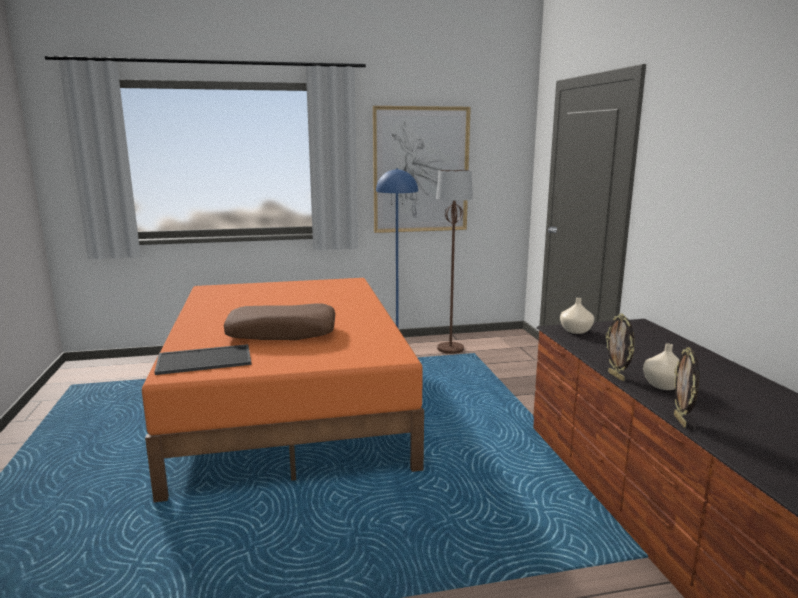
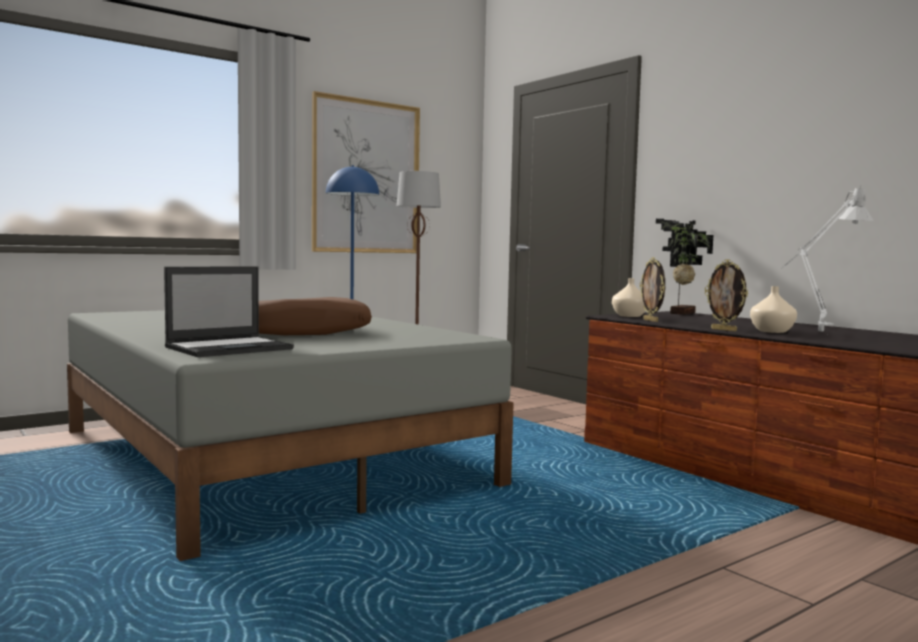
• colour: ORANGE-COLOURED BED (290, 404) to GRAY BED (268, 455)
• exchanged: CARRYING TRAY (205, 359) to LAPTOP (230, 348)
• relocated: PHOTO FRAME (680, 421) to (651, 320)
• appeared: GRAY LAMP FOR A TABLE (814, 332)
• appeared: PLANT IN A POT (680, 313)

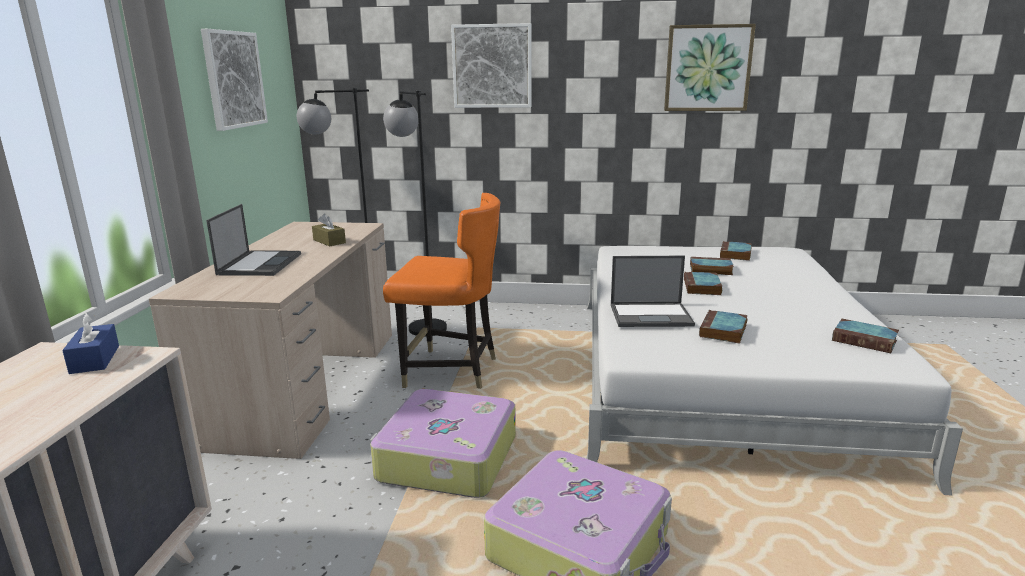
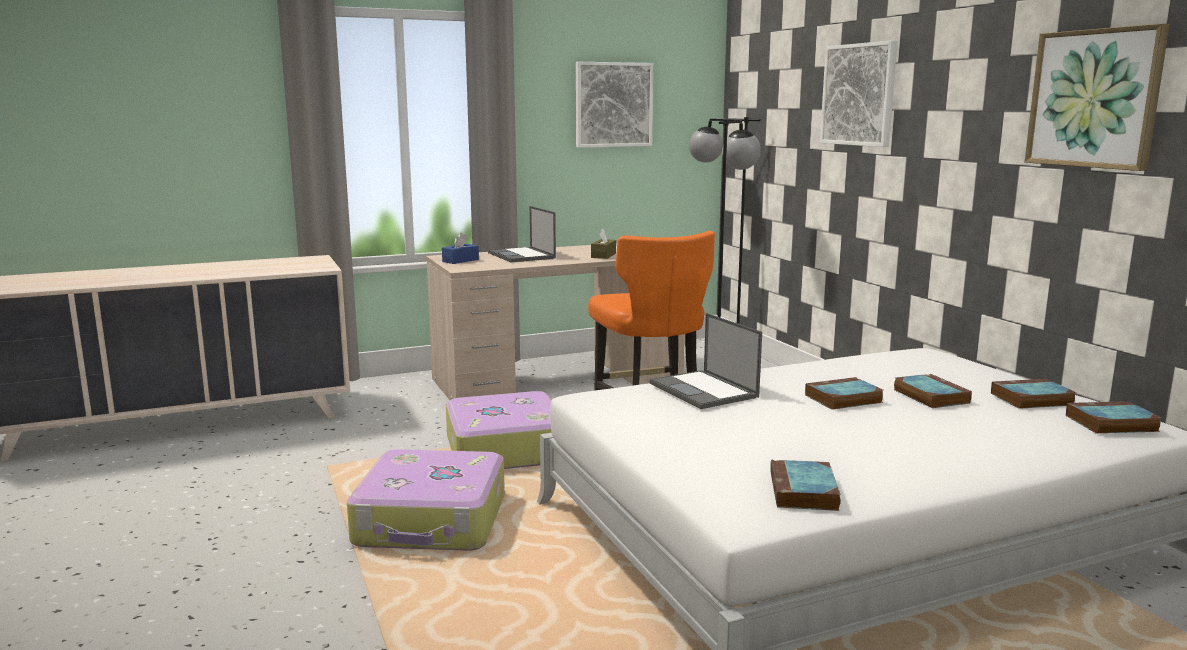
• spun: LAPTOP (260, 264) = (522, 256) 90 degrees clockwise
• relocated: BOUND BOOK (723, 331) to (1110, 423)
• relocated: BLUE TISSUE BOX (95, 359) to (460, 260)

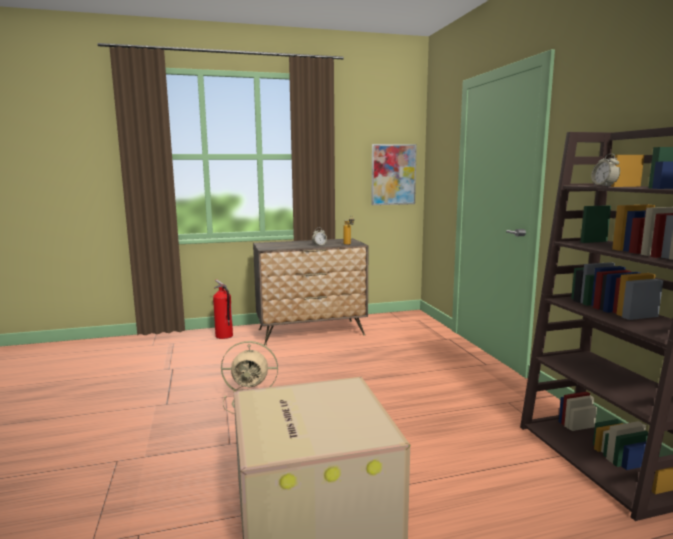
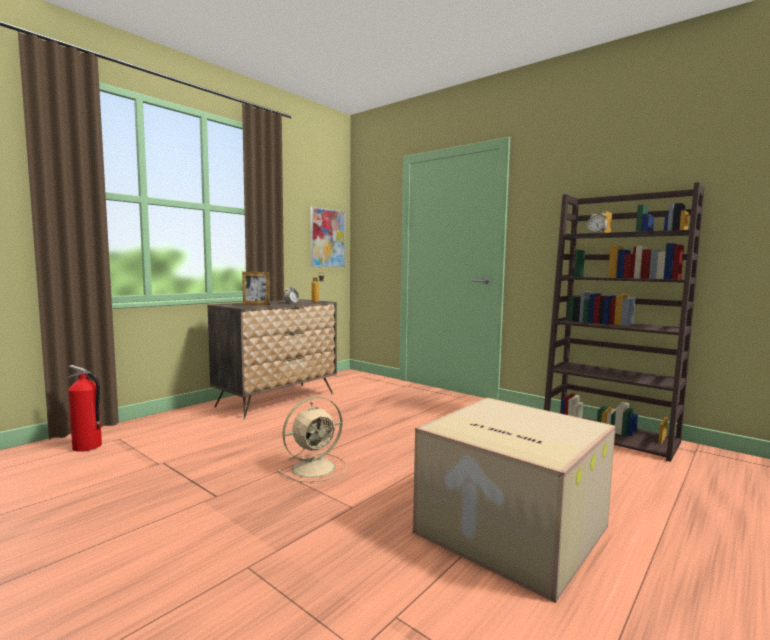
• relocated: EXTINGUISHER (224, 336) to (87, 447)
• appeared: PHOTO FRAME (256, 304)

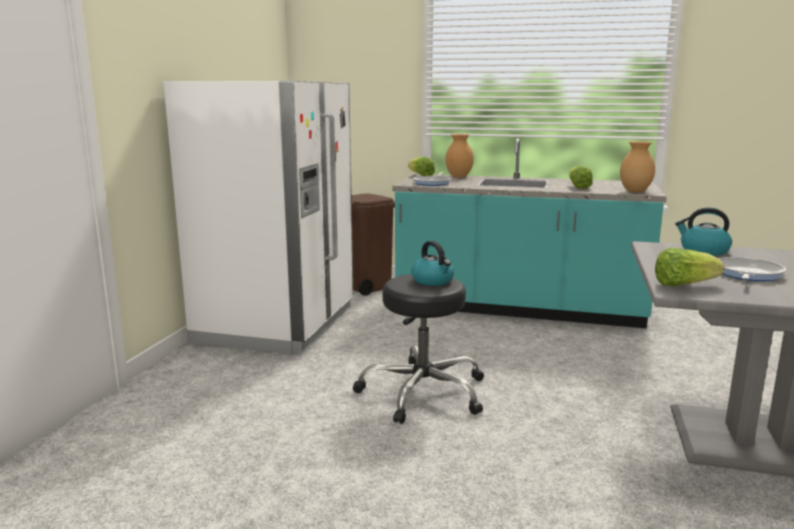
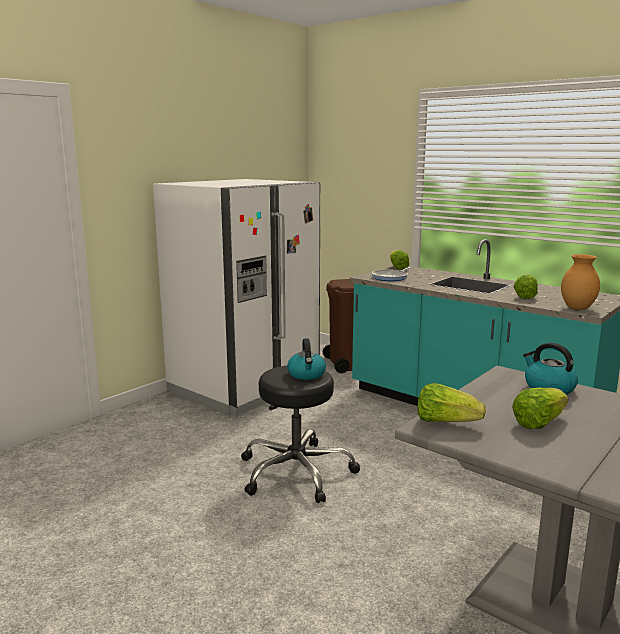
• missing: BROWNISH FLOWER VASE (458, 177)
• exchanged: SKILLET (747, 274) to HEAD OF LETTUCE (538, 423)

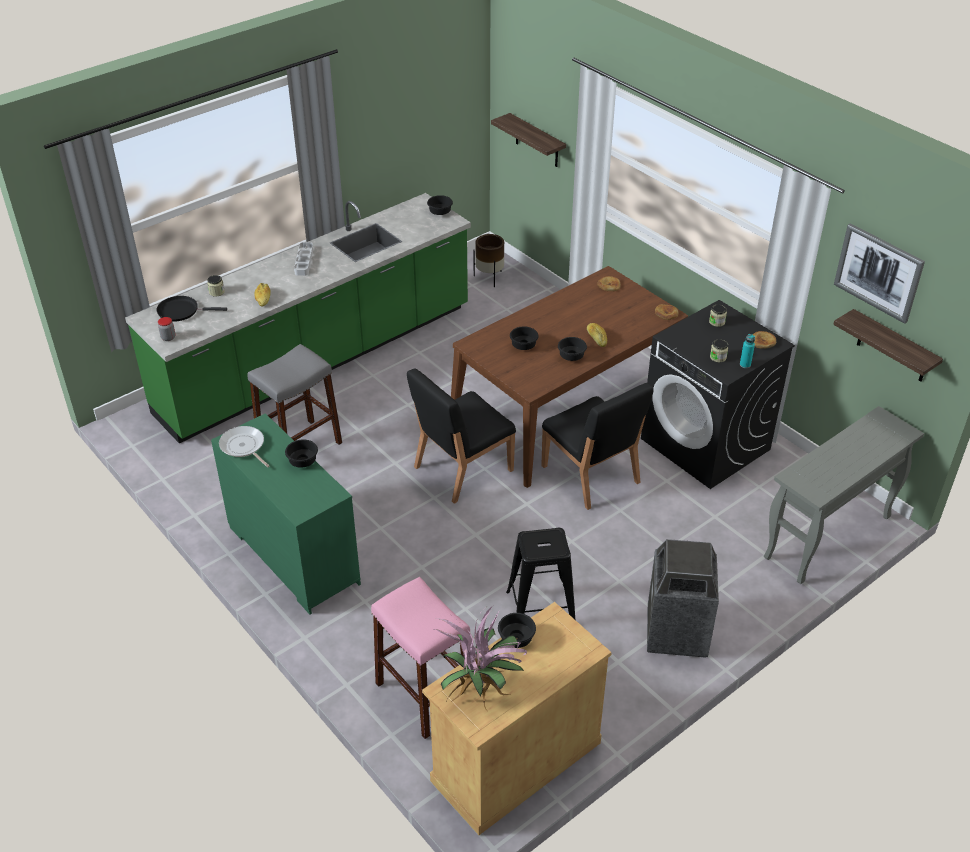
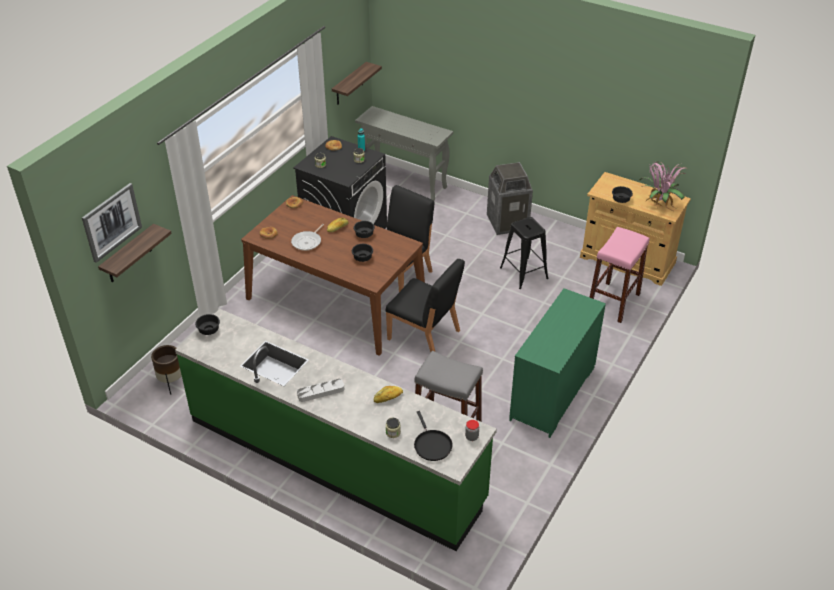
• relocated: WALL ART (878, 272) to (111, 222)
• relocated: SKILLET (243, 447) to (307, 242)
• missing: BLACKISH SERVING BOWL (302, 462)

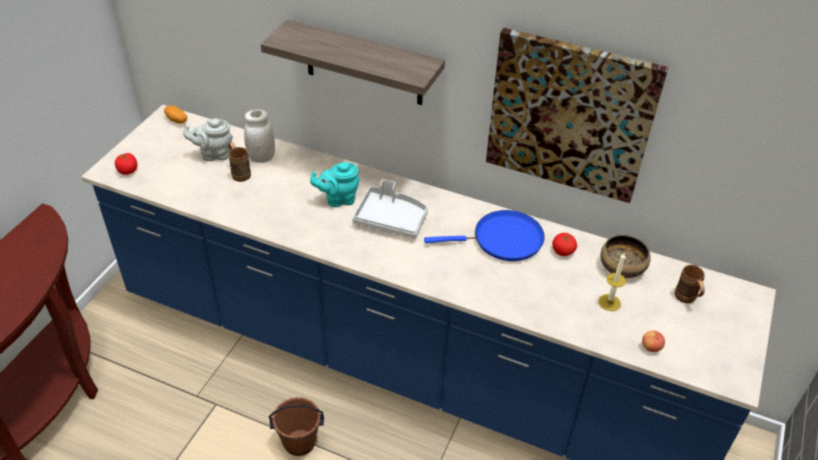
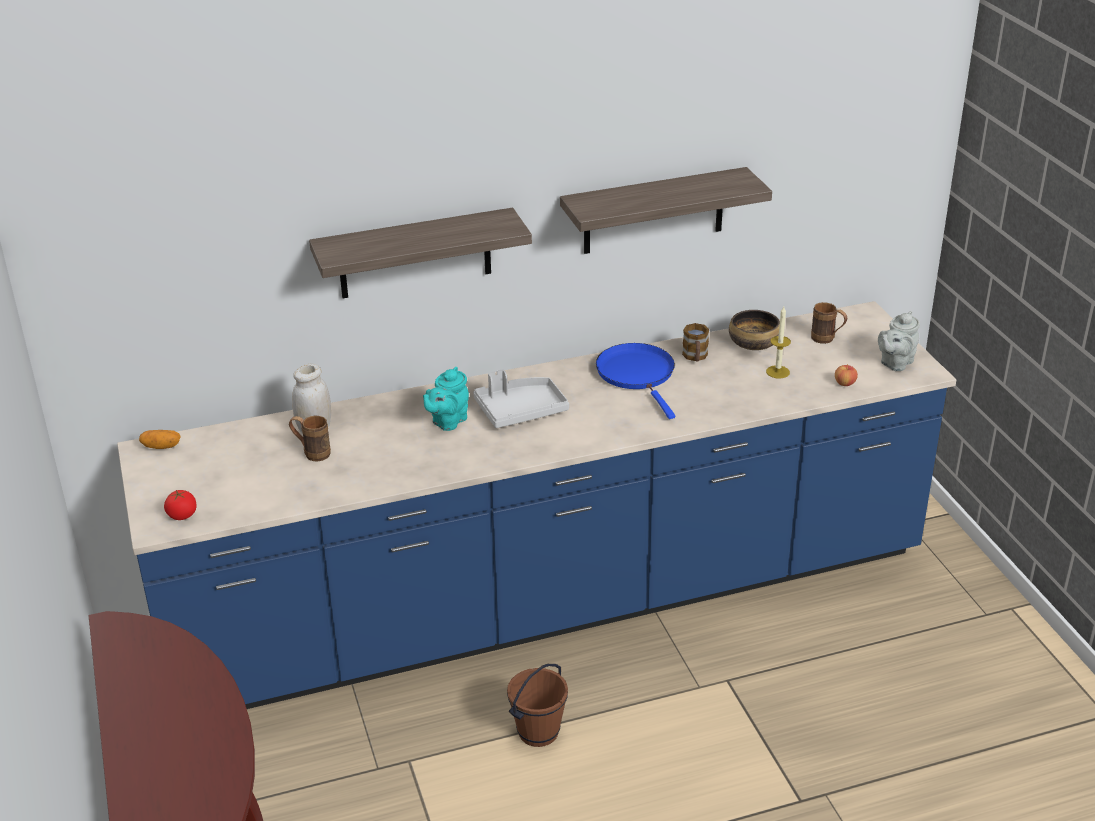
• exchanged: WALL ART (570, 115) to WALL SHELF (653, 211)
• relocated: GRAY TEA POT (214, 154) to (895, 363)
• spun: BLUE SKILLET (503, 240) = (637, 374) 60 degrees counterclockwise
• exchanged: FRESH TOMATO (562, 251) to MUG (695, 357)

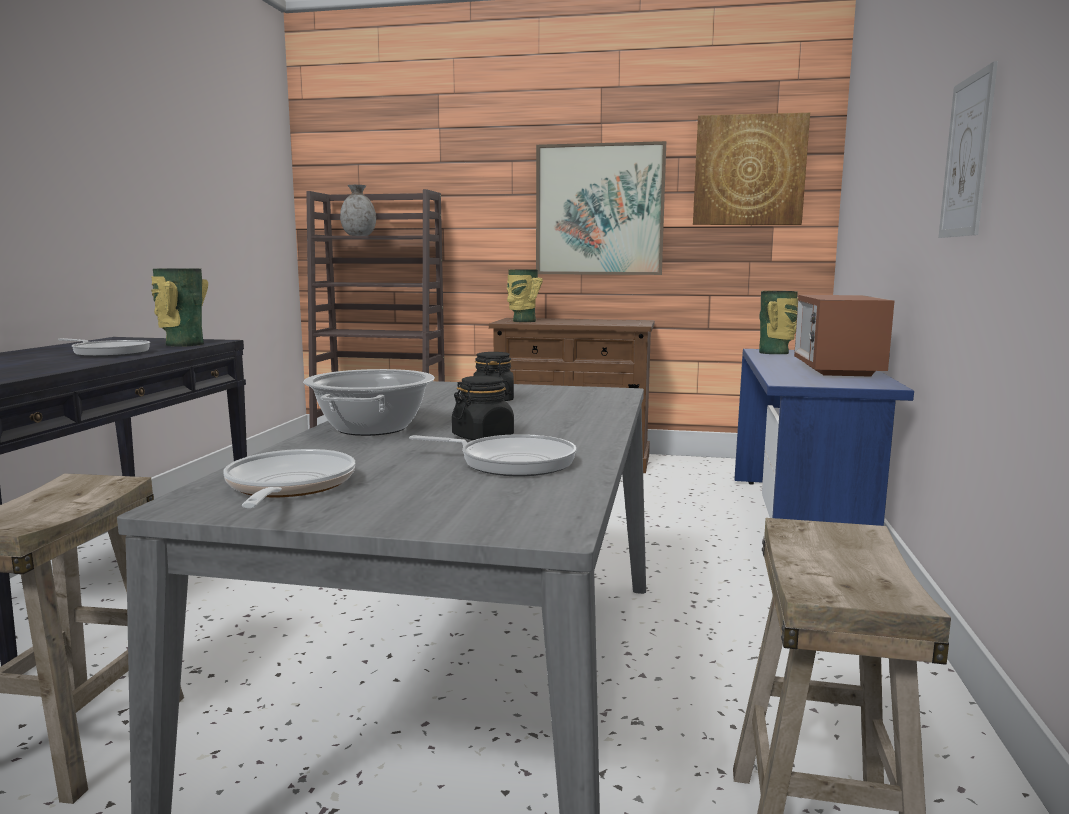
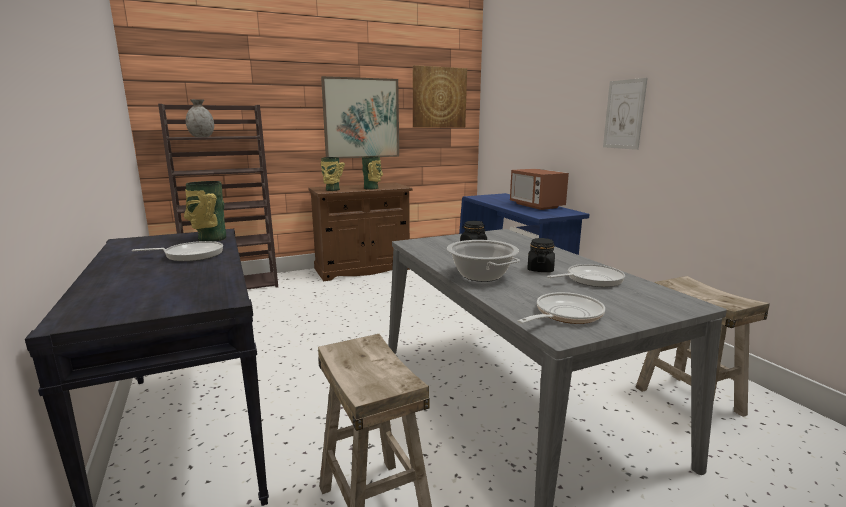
• relocated: FLOWER VASE (775, 353) to (372, 188)
• spun: SKILLET (288, 487) = (565, 315) 90 degrees clockwise

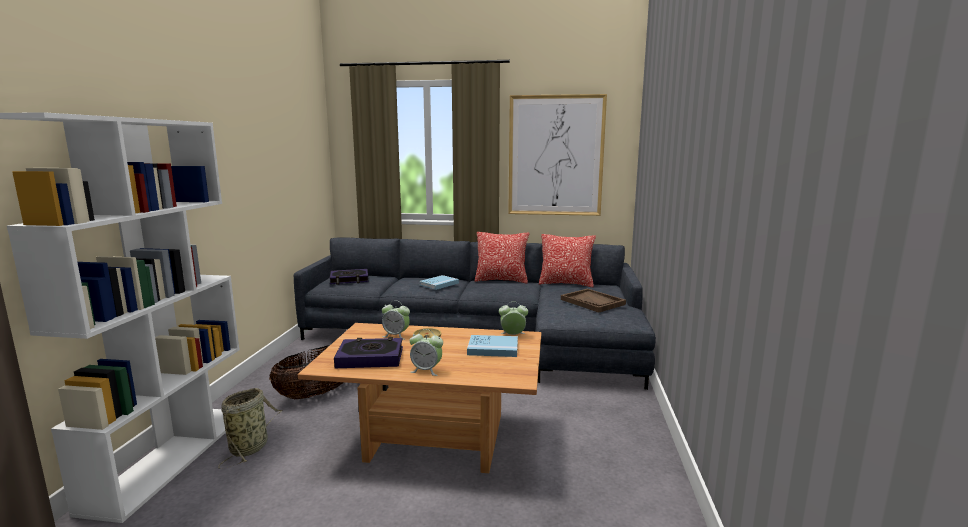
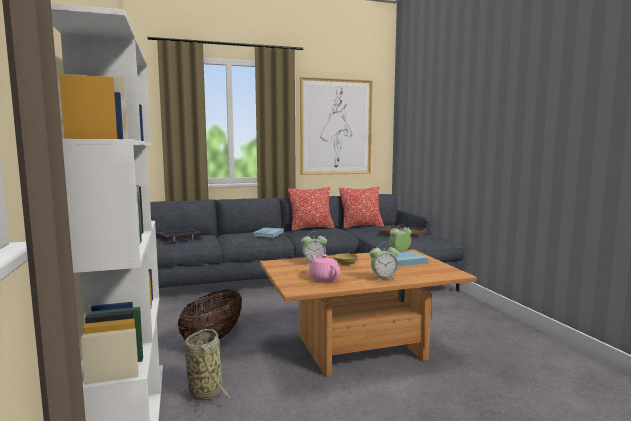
• exchanged: BOUND BOOK (370, 358) to PINK TEA POT (324, 278)

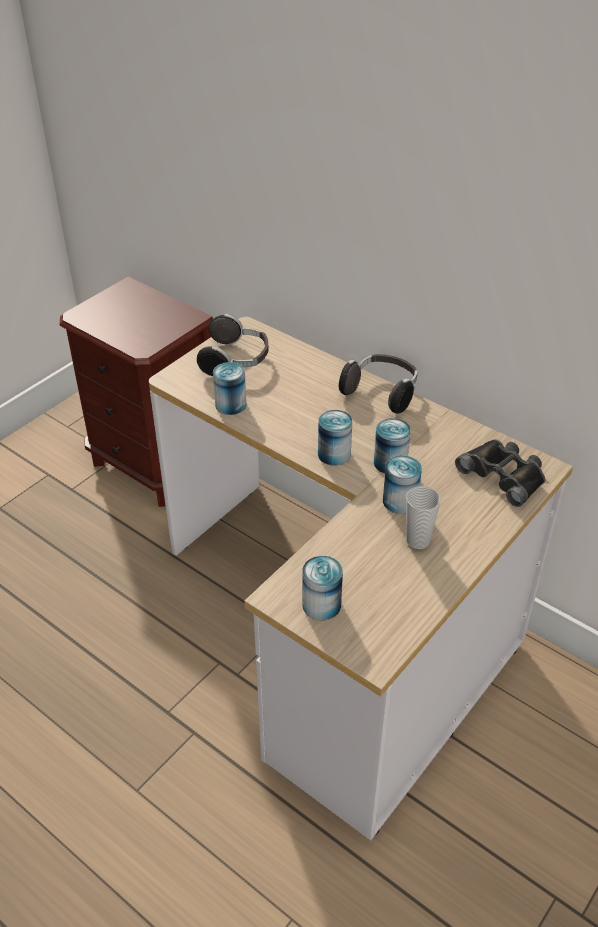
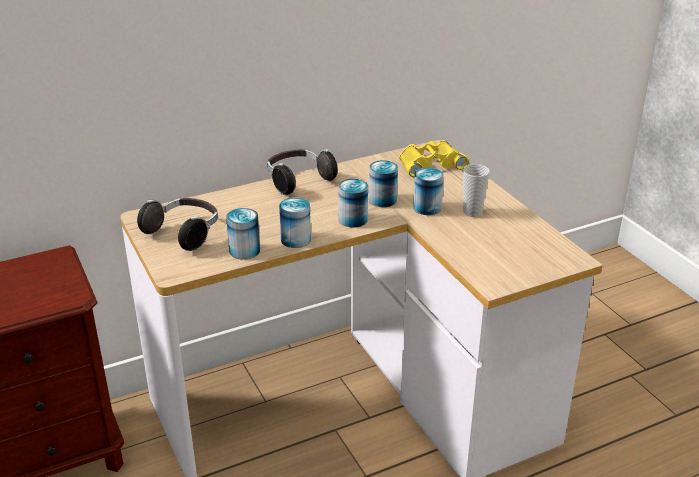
• colour: BLACKISH FIELD GLASSES (504, 475) to YELLOWISH FIELD GLASSES (429, 163)
• relocated: METAL CAN (321, 604) to (295, 239)

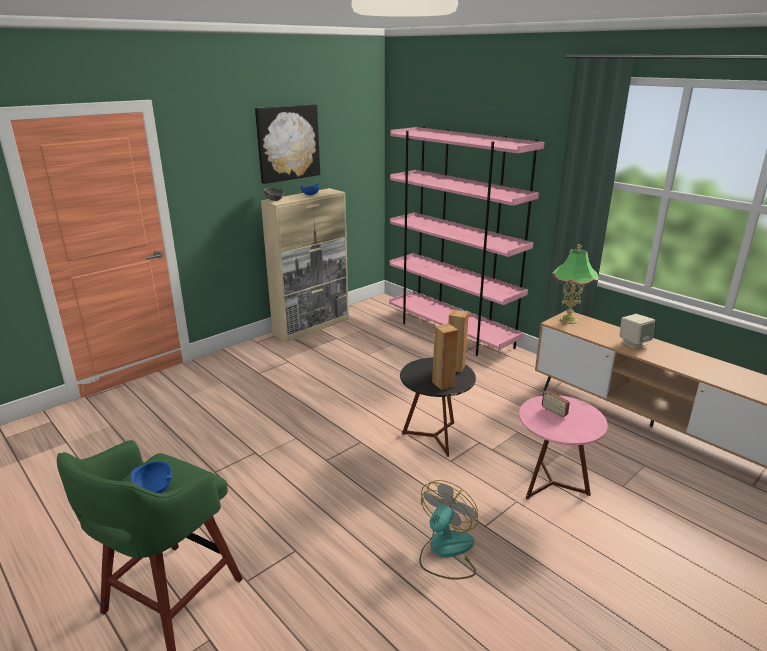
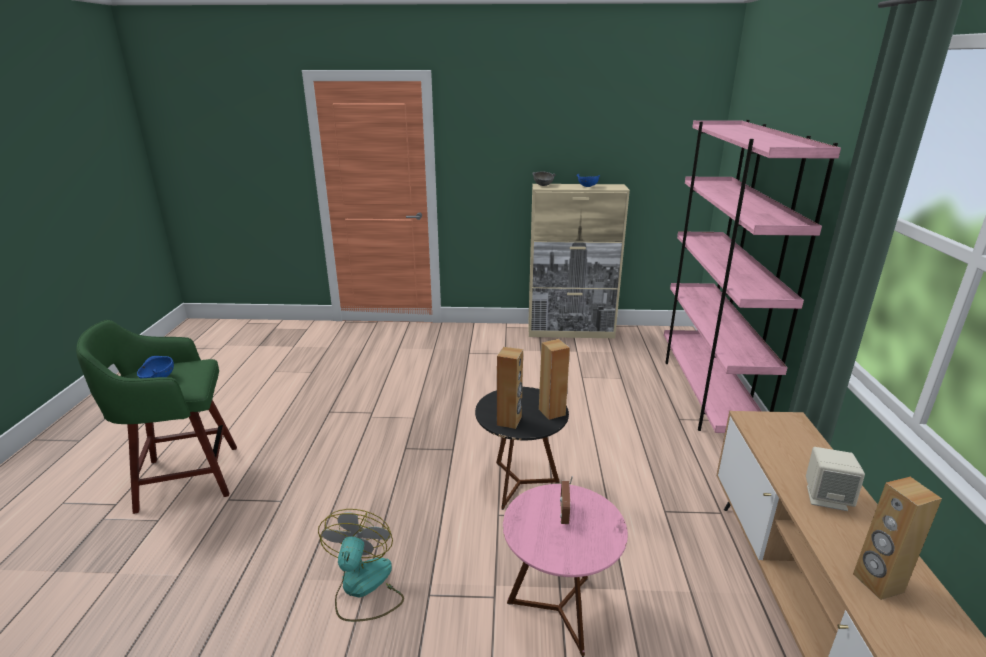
• missing: WALL ART (288, 143)
• missing: LAMP FOR A TABLE (568, 320)
• spun: FAN (446, 551) = (363, 588) 75 degrees counterclockwise
• appeared: BROWNISH AUDIO SPEAKER (877, 583)

